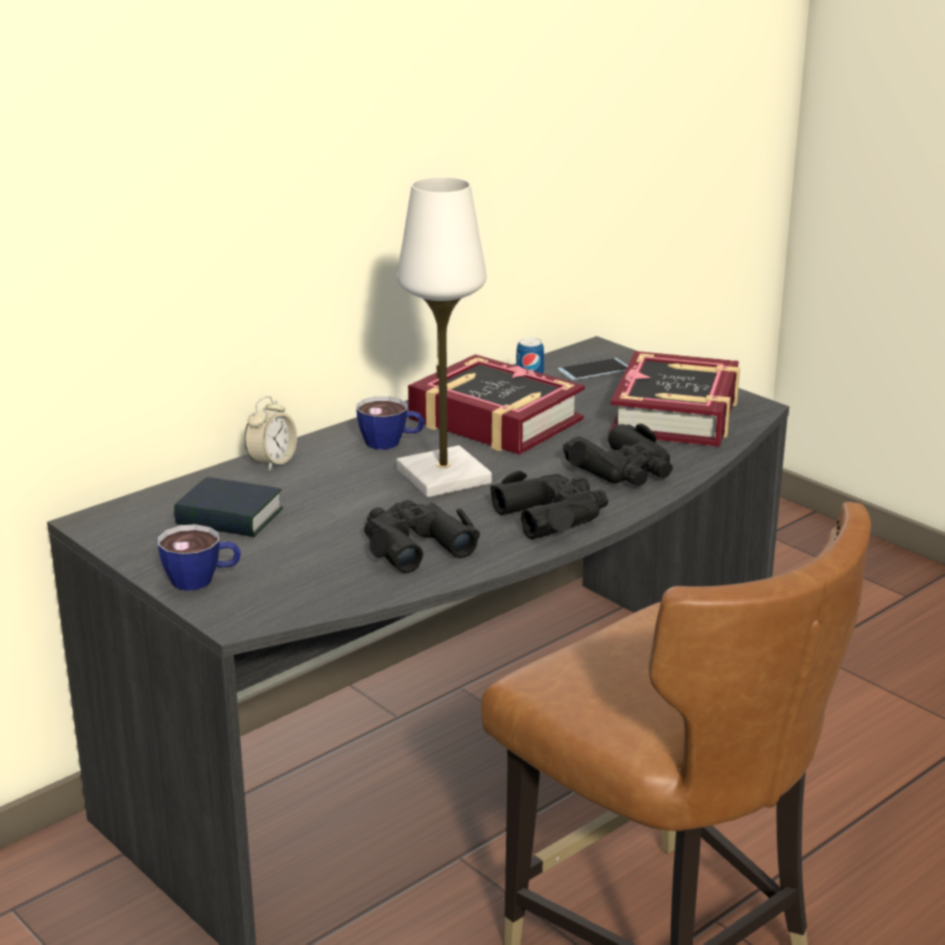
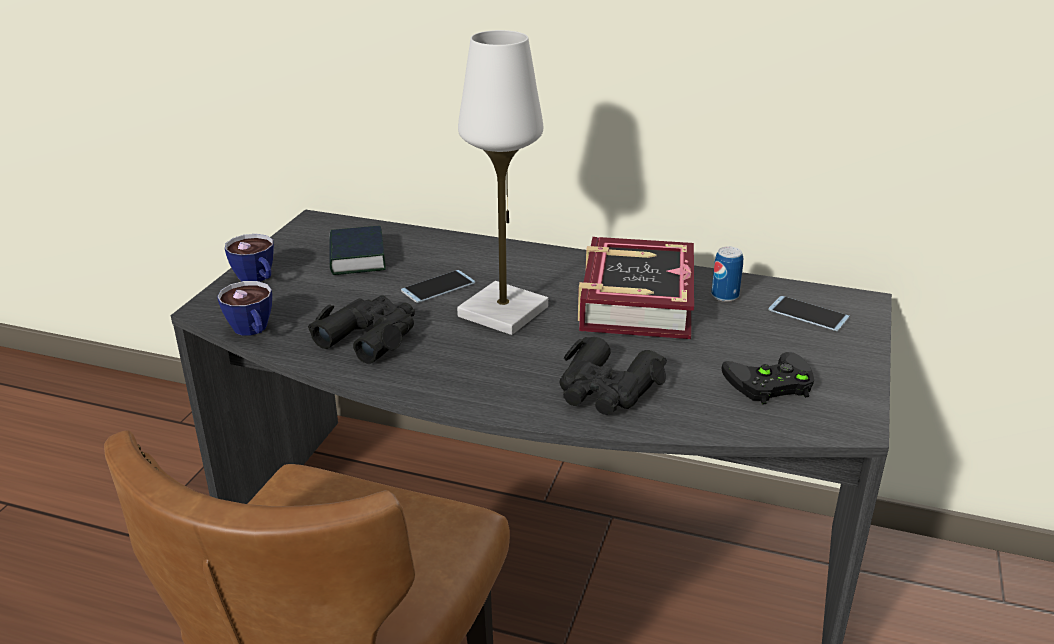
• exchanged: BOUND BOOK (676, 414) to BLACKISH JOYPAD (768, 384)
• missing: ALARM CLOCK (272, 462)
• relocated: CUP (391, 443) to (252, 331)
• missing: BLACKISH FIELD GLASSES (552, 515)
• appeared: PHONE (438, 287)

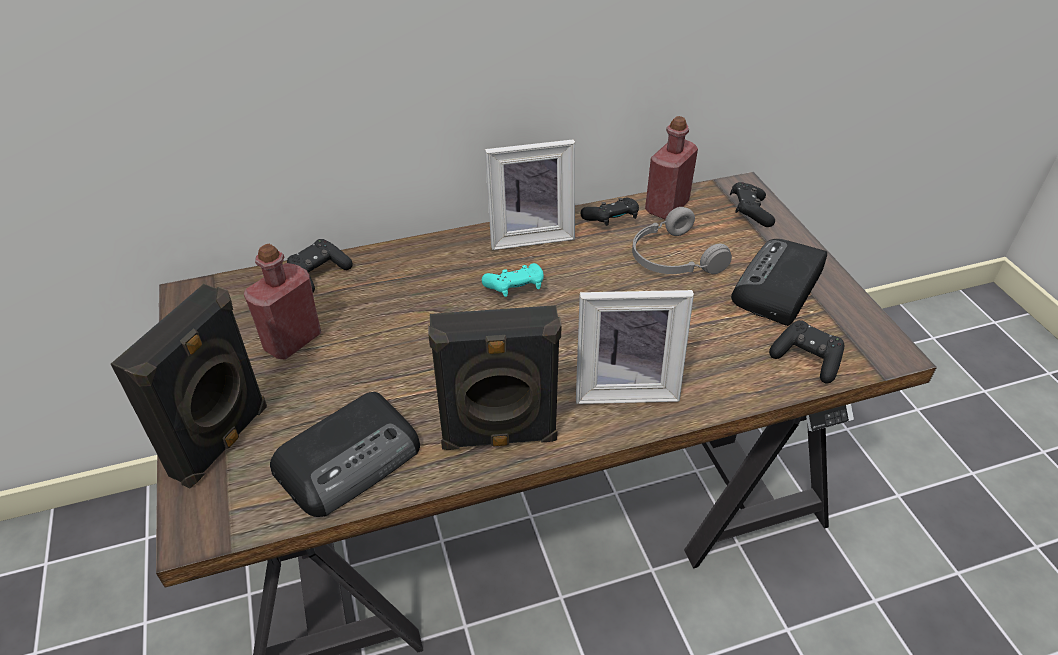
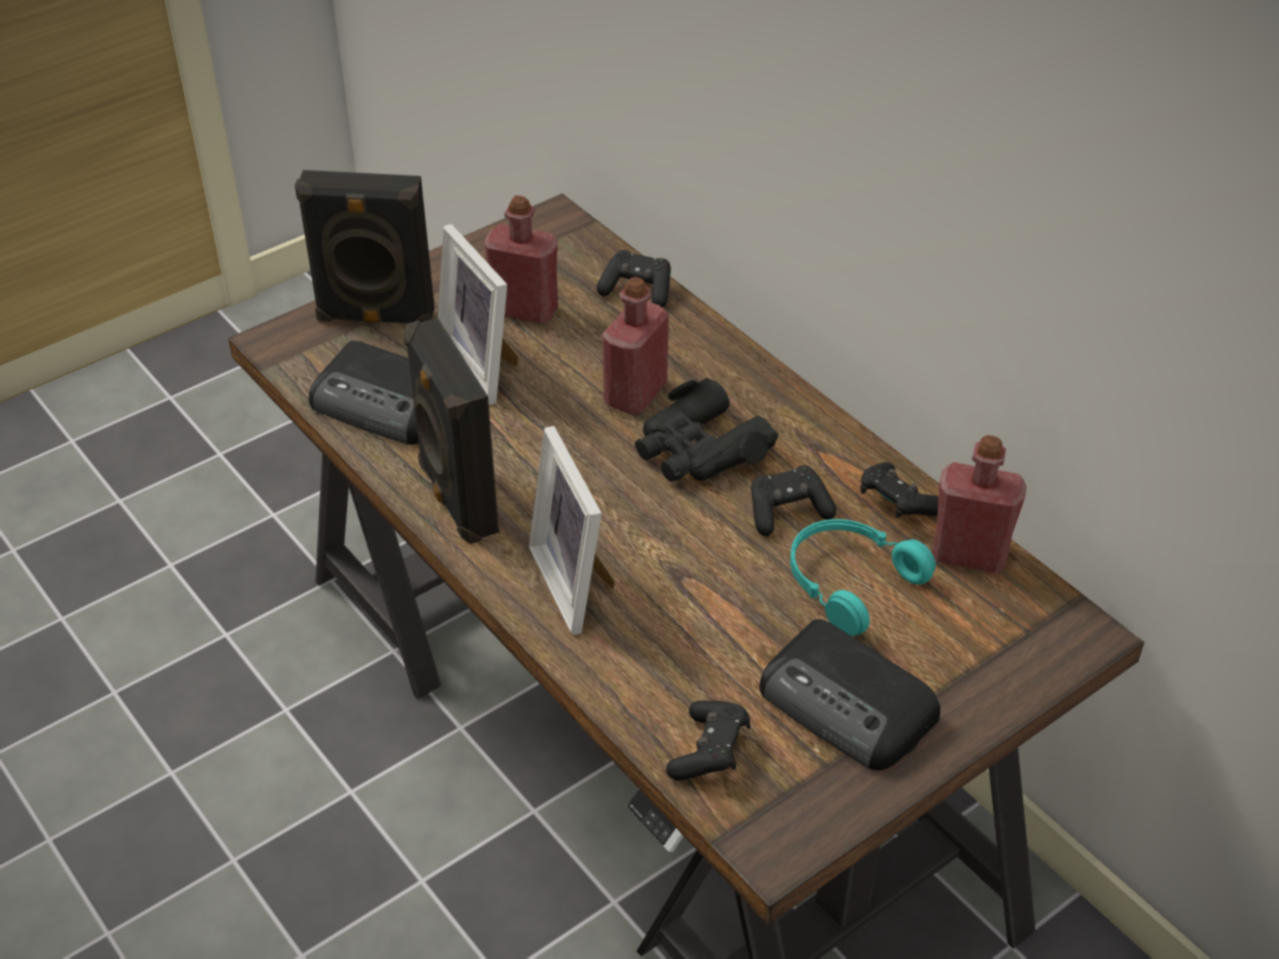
• relocated: PHOTO FRAME (530, 234) to (484, 365)
• relocated: BLACKISH JOYPAD (749, 213) to (787, 511)
• colour: GRAY HEADSET (672, 258) to TURQUOISE-COLOURED HEADSET (848, 582)
• spun: RADIO RECEIVER (778, 288) = (849, 706) 150 degrees counterclockwise
• exchanged: TURQUOISE-COLOURED JOYPAD (515, 289) to BLACKISH FIELD GLASSES (699, 449)
• appeared: RED-COLOURED BOTTLE (635, 394)

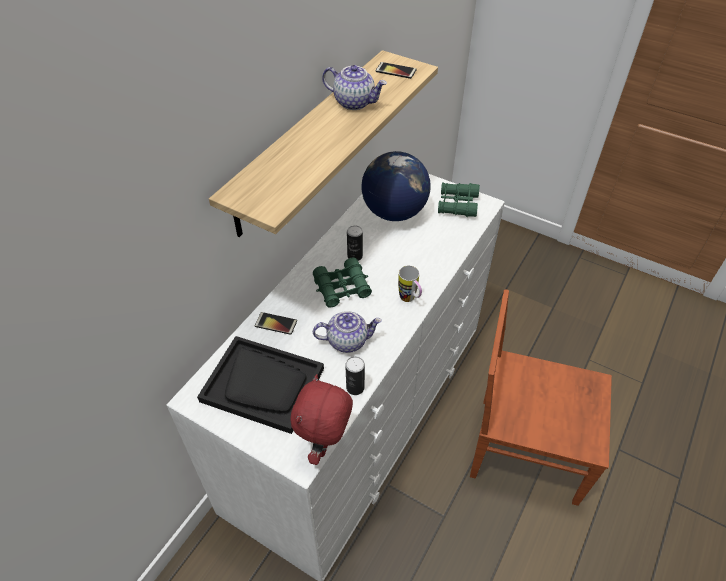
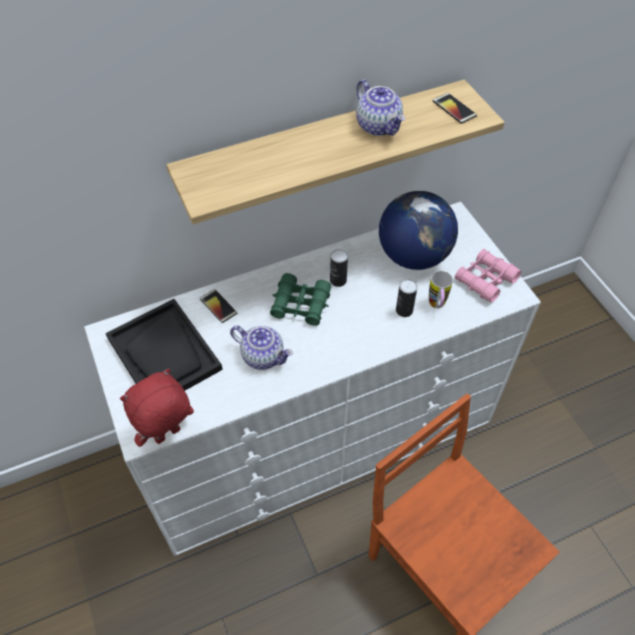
• colour: GREEN-COLOURED FIELD GLASSES (457, 204) to PINK FIELD GLASSES (485, 280)
• relocated: MUG (410, 300) to (437, 306)
• relocated: METAL CAN (355, 387) to (404, 310)

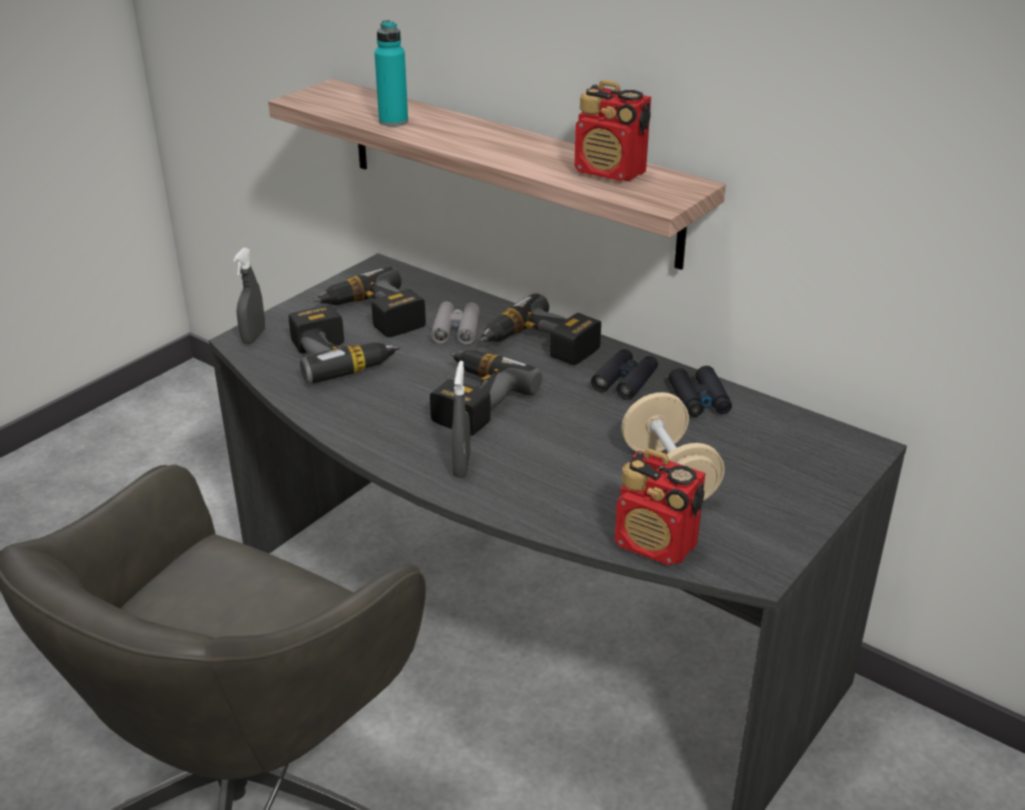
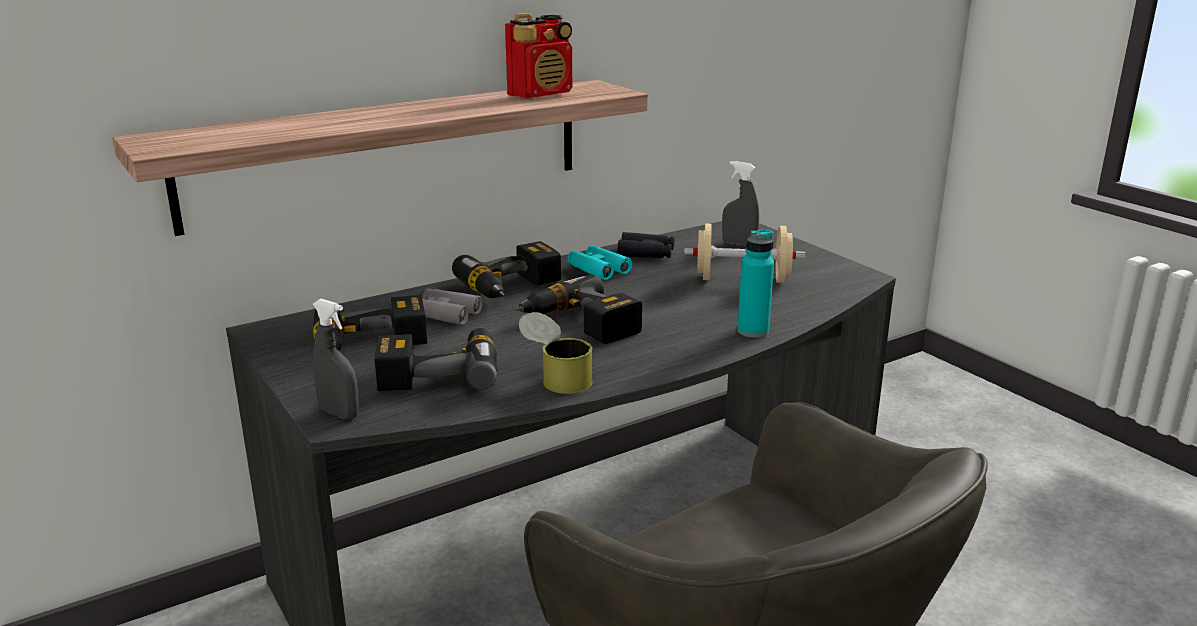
• relocated: TURQUOISE-COLOURED BOTTLE (393, 121) to (753, 331)
• colour: BLACKISH FIELD GLASSES (625, 381) to TURQUOISE-COLOURED FIELD GLASSES (598, 269)
• relocated: GRAY SPRAYER (461, 466) to (739, 244)
• missing: RADIO RECEIVER (656, 545)
• appeared: METAL CAN (556, 377)

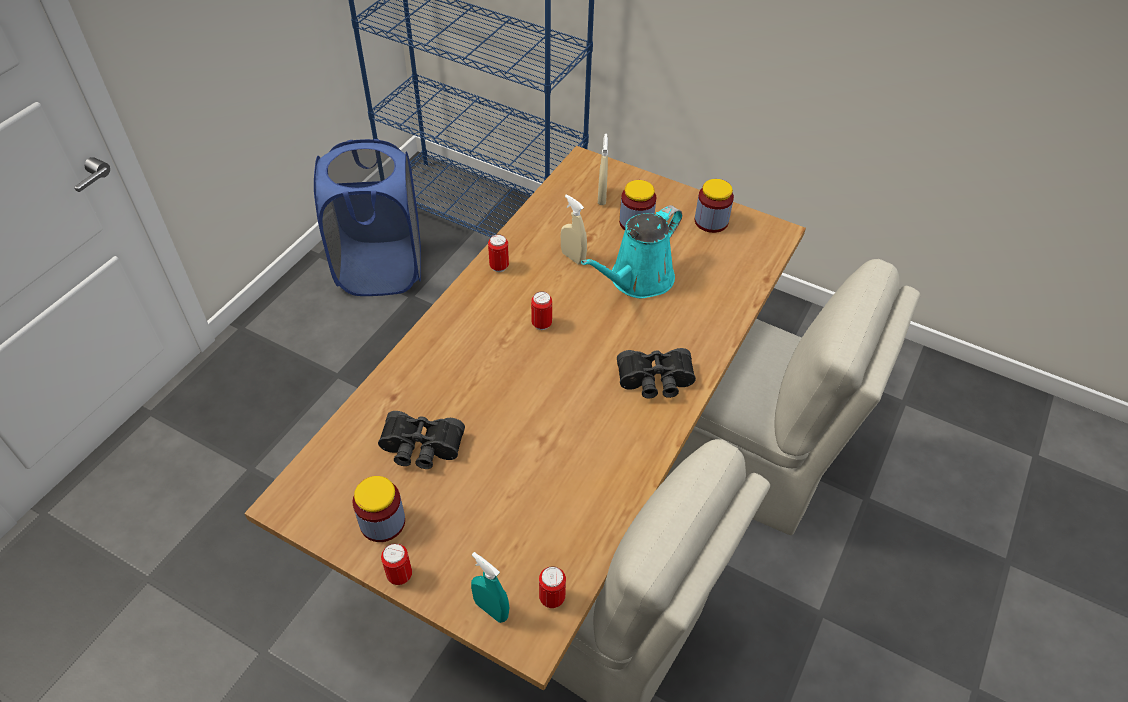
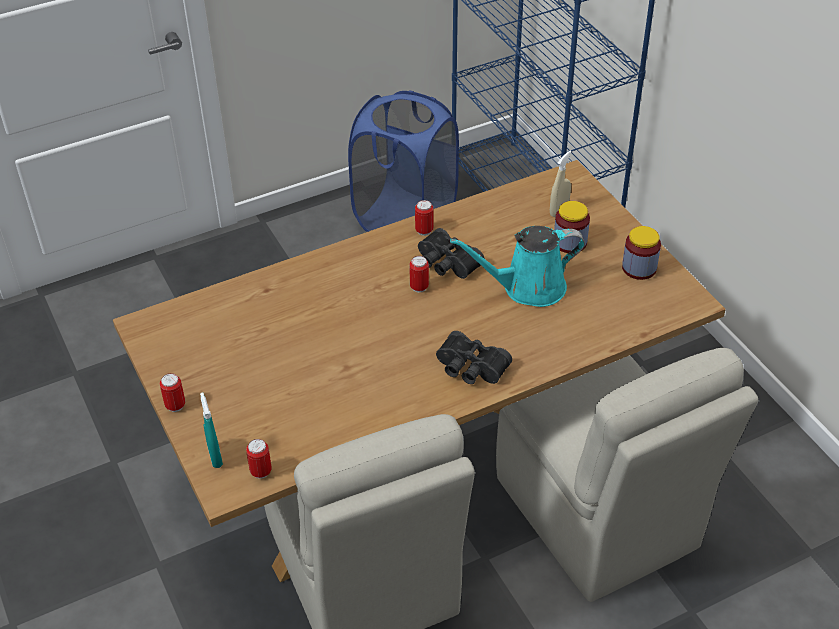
• missing: SAND-COLOURED SPRAYER (573, 257)
• relocated: BLACKISH FIELD GLASSES (421, 449) to (446, 263)
• missing: STORAGE JAR (382, 522)

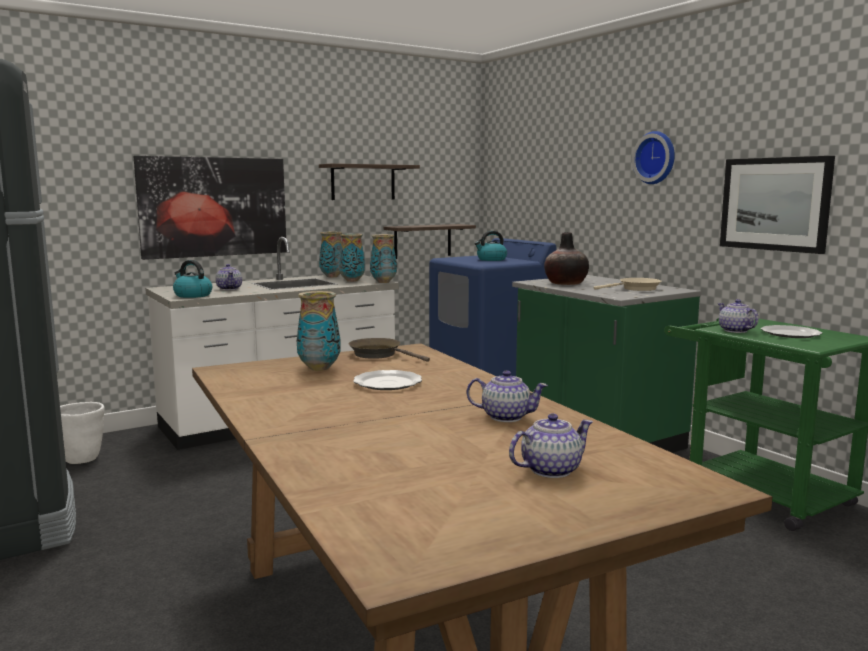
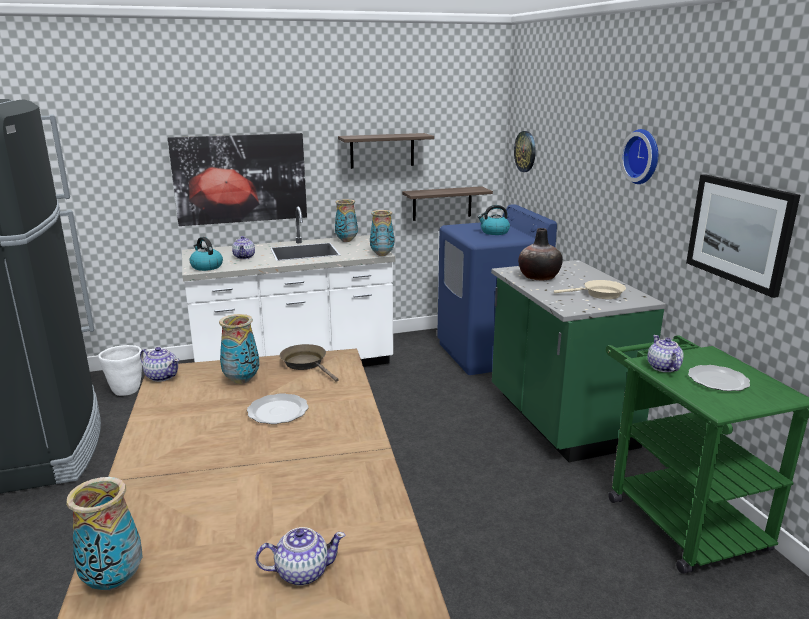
• relocated: FLOWER VASE (352, 281) to (113, 581)
• relocated: TEA POT (505, 417) to (162, 376)
• appeared: HANGING CLOCK (525, 151)

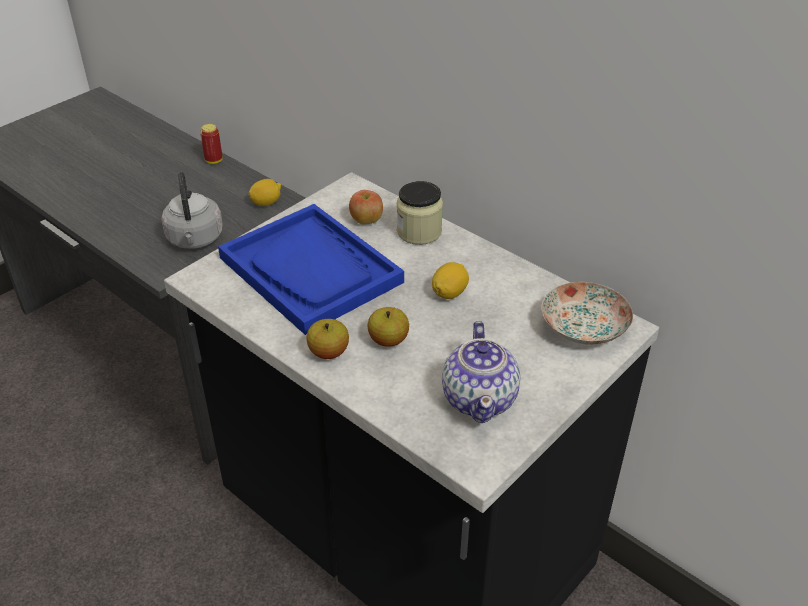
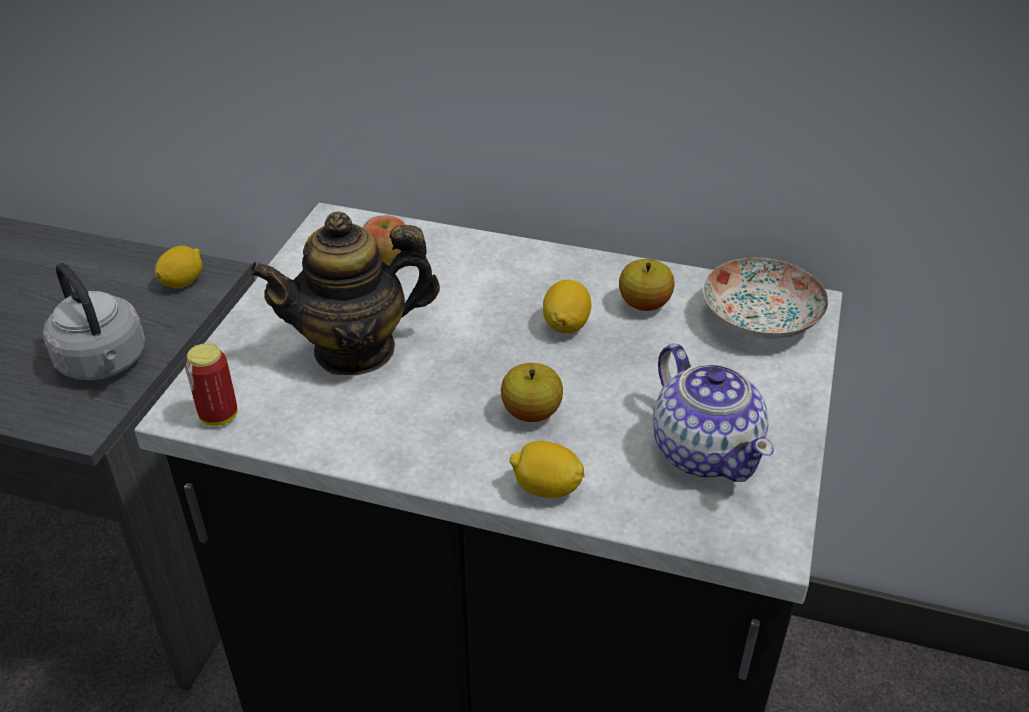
• relocated: METAL CAN (214, 161) to (219, 416)
• missing: STORAGE JAR (419, 232)
• exchanged: BLUE CARRYING TRAY (311, 270) to TEA POT (355, 349)
• relocated: APPLE (328, 352) to (644, 304)
• appeared: LEMON (546, 488)

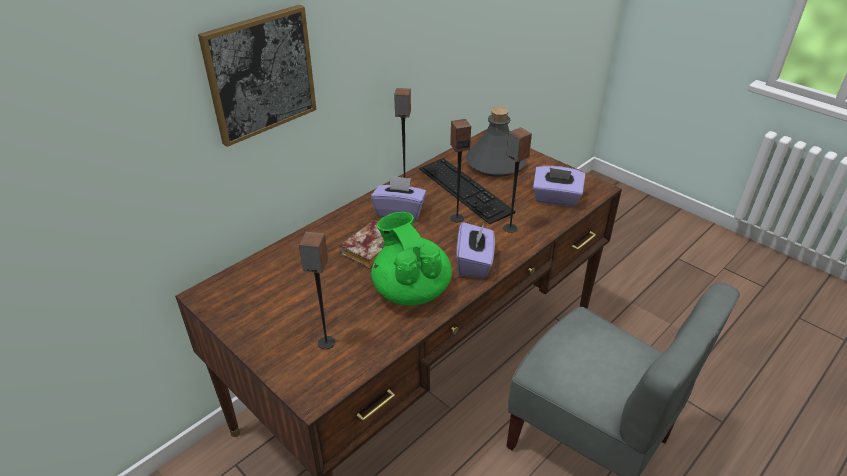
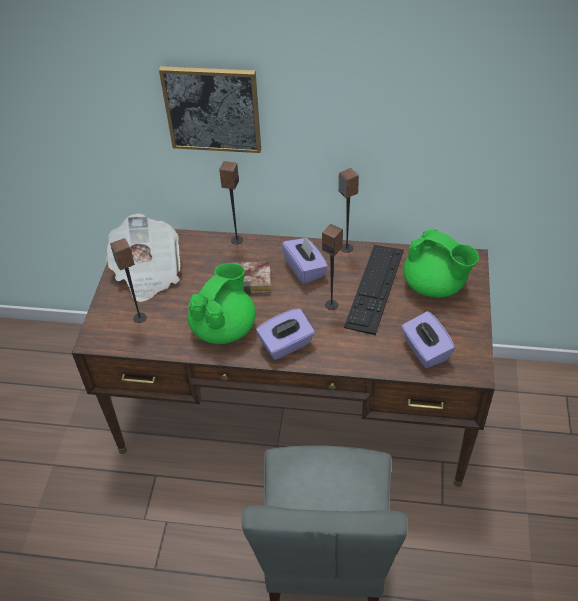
• exchanged: GRAY BOTTLE (495, 164) to GREEN-COLOURED TEA POT (435, 285)
• relocated: AUDIO SPEAKER (510, 228) to (236, 240)
• appeared: NEWSPAPER (147, 272)

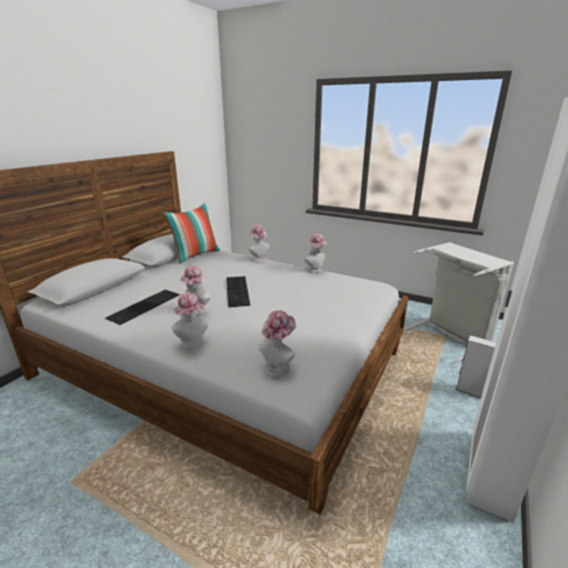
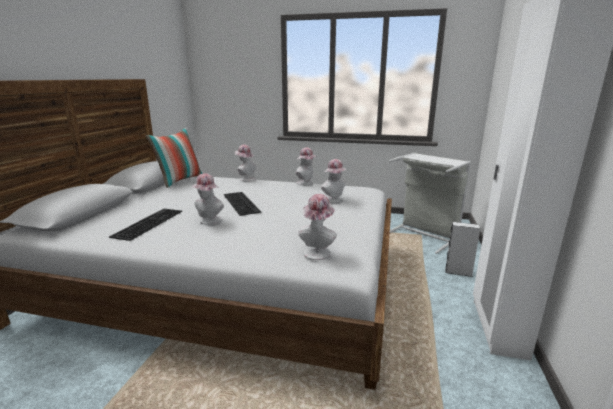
• relocated: HAT (193, 344) to (334, 200)

